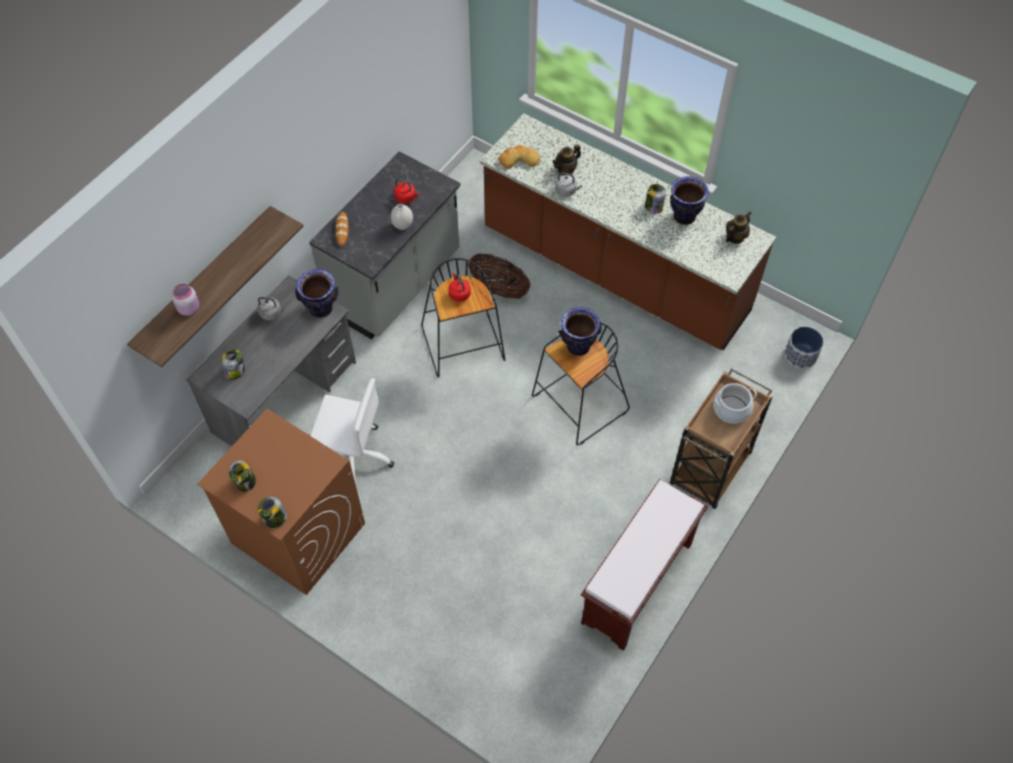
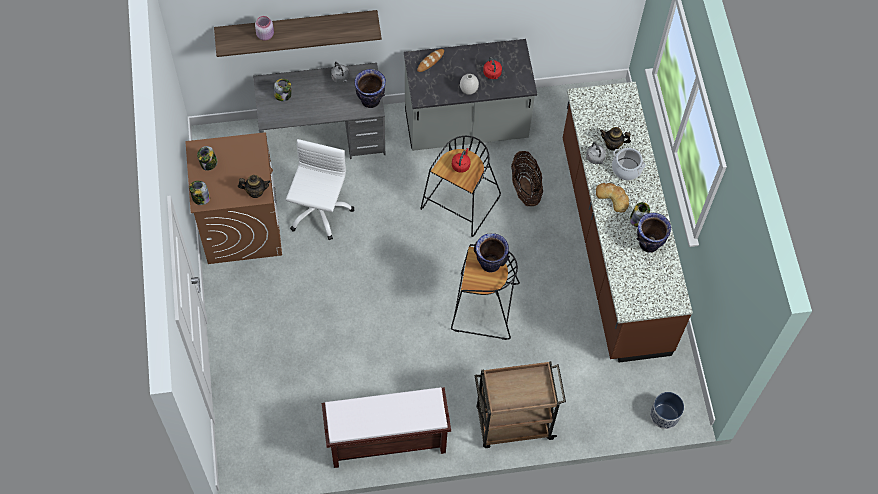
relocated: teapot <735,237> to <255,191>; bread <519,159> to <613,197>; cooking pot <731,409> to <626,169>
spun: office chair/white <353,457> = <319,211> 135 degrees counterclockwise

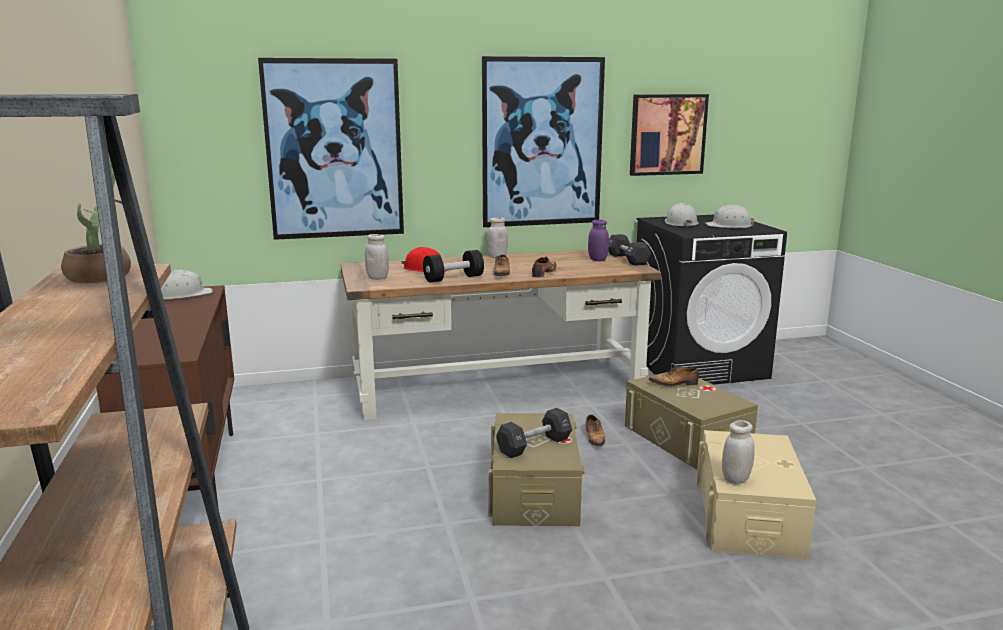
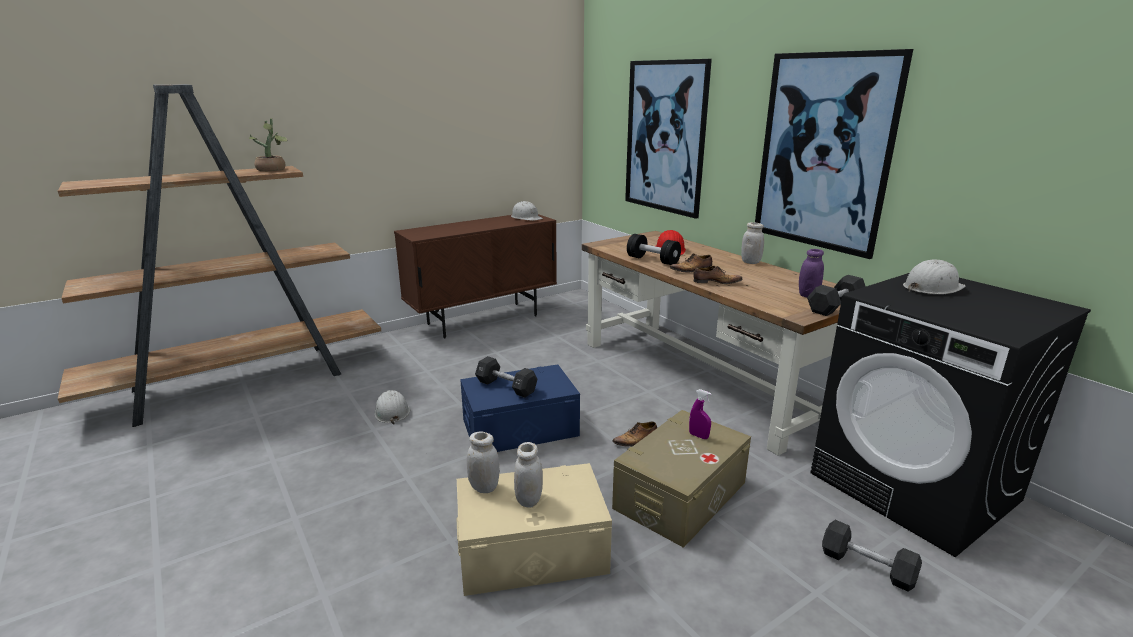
missing: picture <667,134>
appeared: dumbbell/black <867,566>
relocated: hard hat/white <729,226> to <391,412>; jar/white <377,278> to <529,500>
exchanged: shoe <674,384> to spray bottle/purple <698,436>
colour: storage box/beige <534,491> to storage box/blue <520,428>

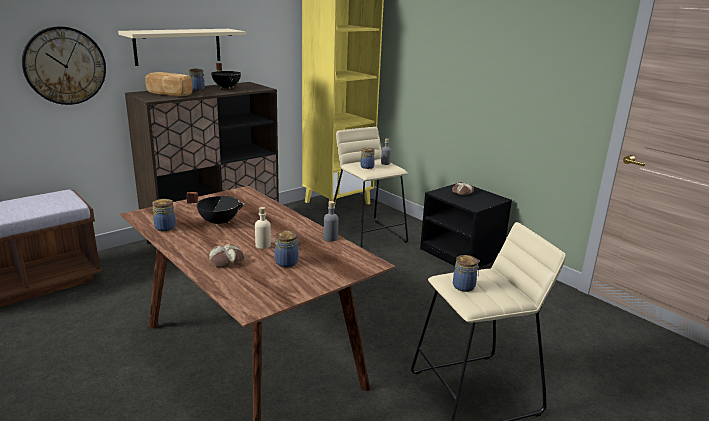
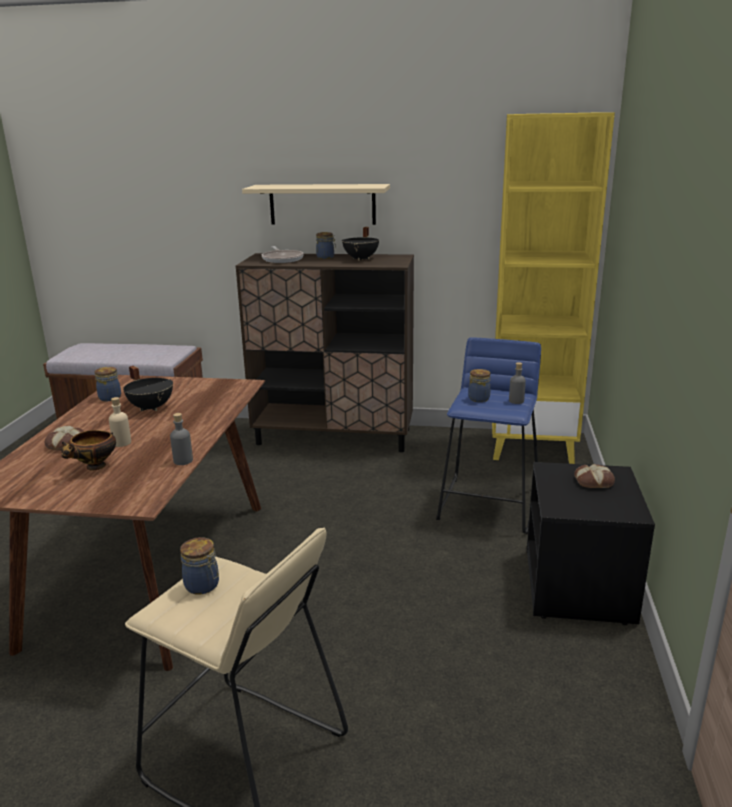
missing: wall clock <65,66>
exchanged: jar <287,262> to bowl <94,467>; bread <169,94> to frying pan <282,259>
colour: stool/beige <368,236> to stool/blue <489,504>

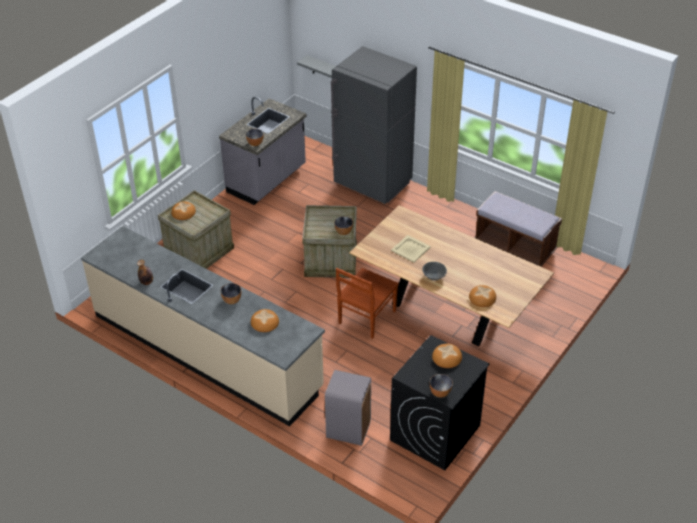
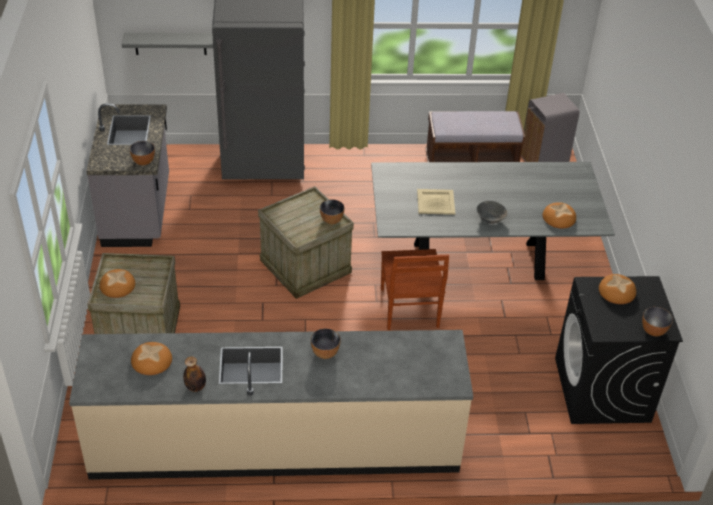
relocated: bread <265,322> to <152,360>; trash can/grey <348,430> to <544,161>
colour: dining table/brown <446,312> to dining table/grey <479,261>

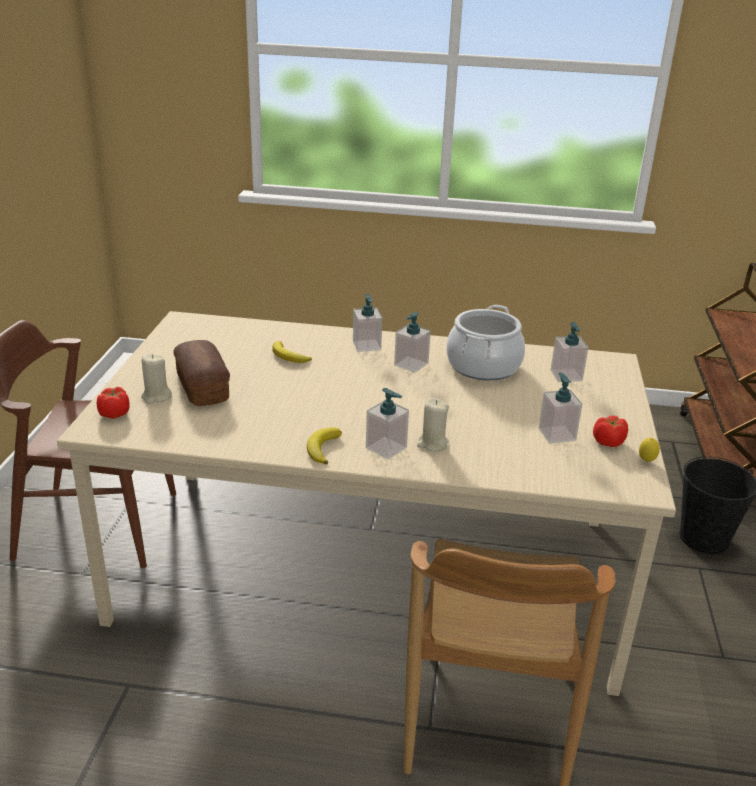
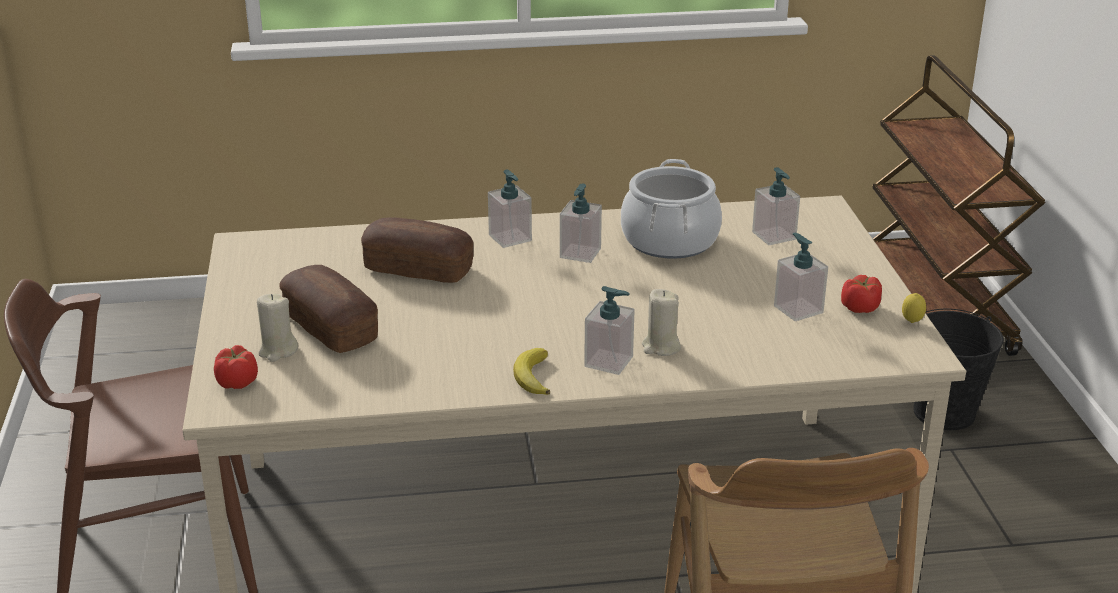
exchanged: banana <289,356> to bread <418,269>

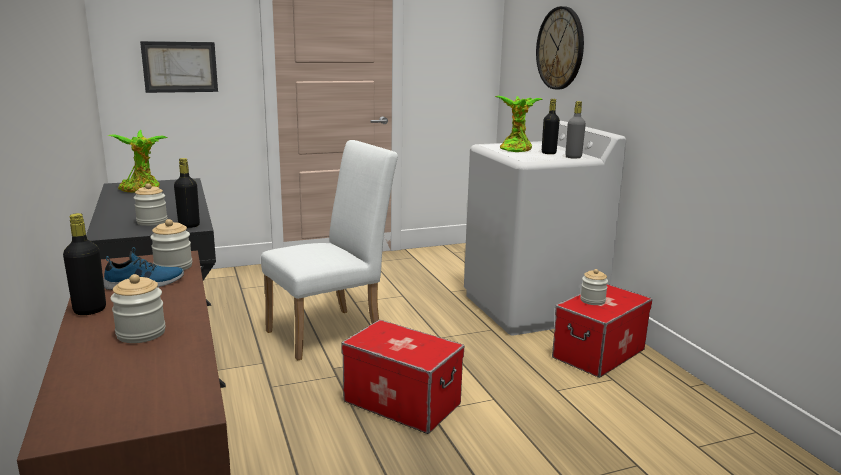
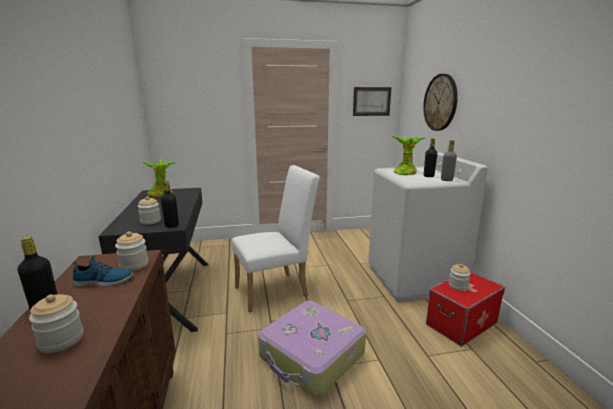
relocated: picture <180,67> to <371,101>
exchanged: storage box <402,402> to suitcase <312,356>

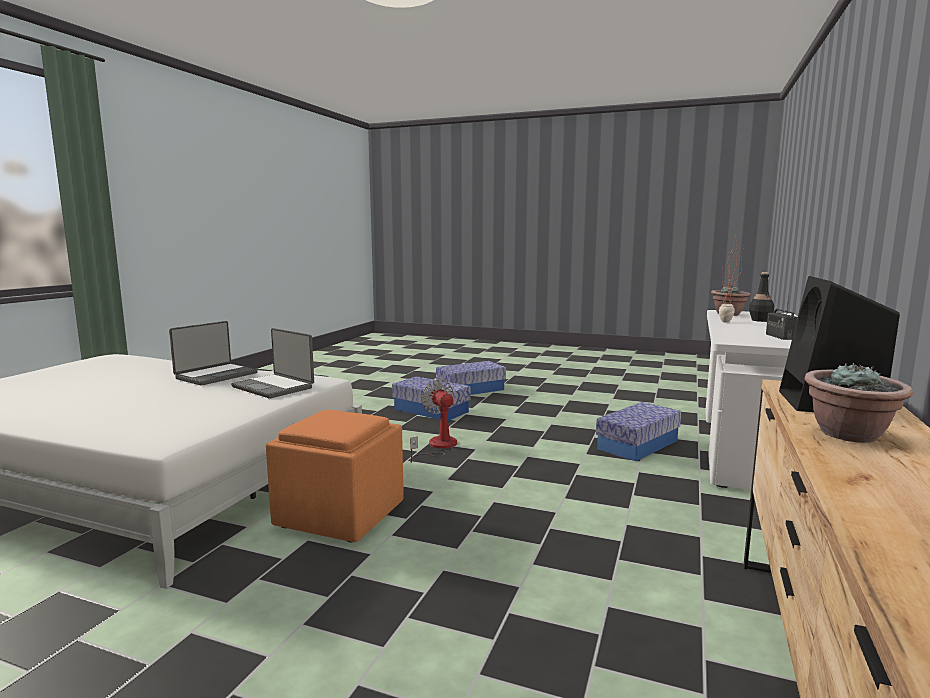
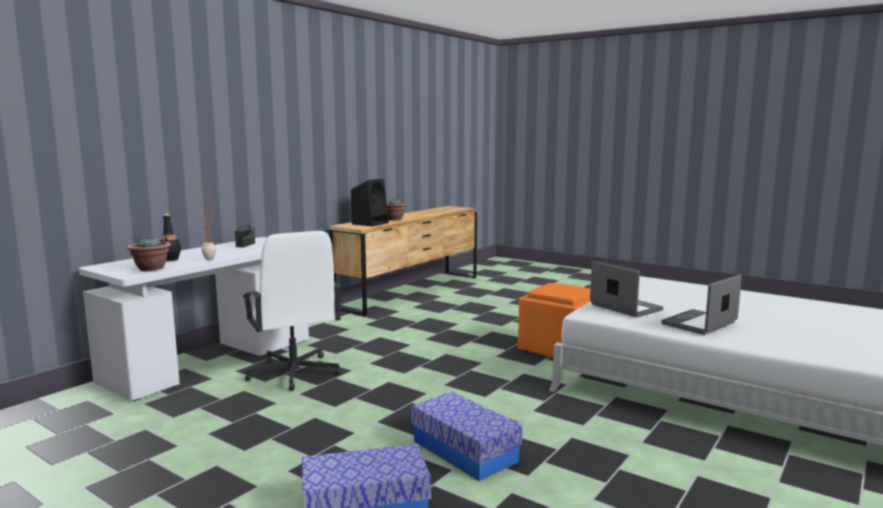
missing: fan <438,447>
exchanged: storage box <637,445> to office chair/white <293,373>

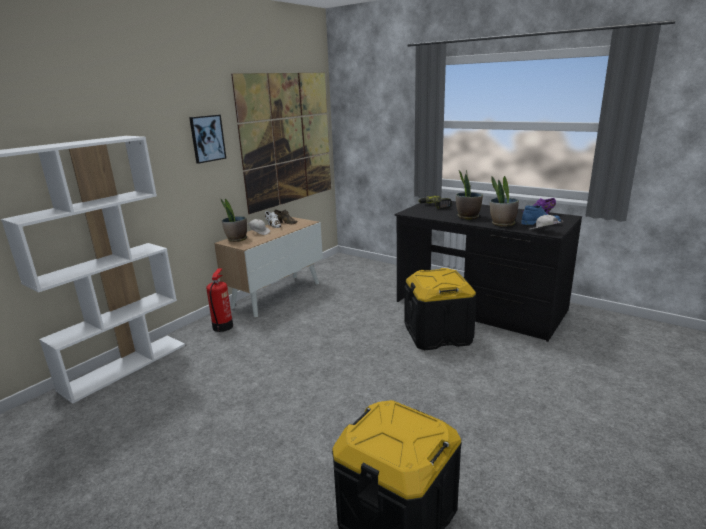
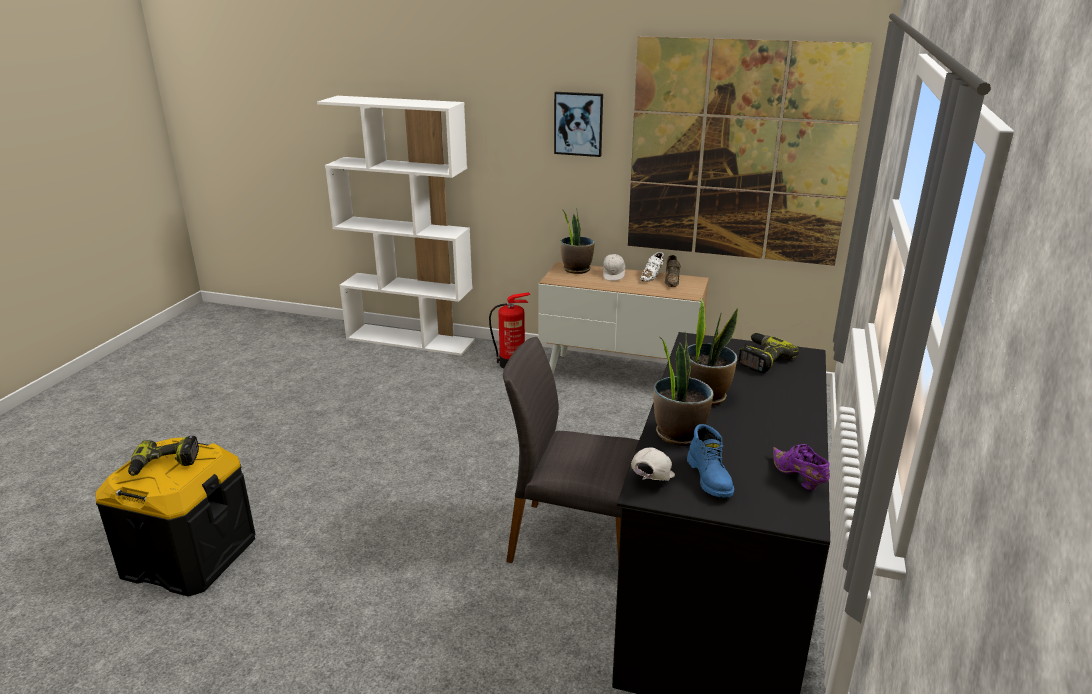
appeared: power drill <164,464>
exchanged: storage box/black <437,334> to chair/grey <574,540>

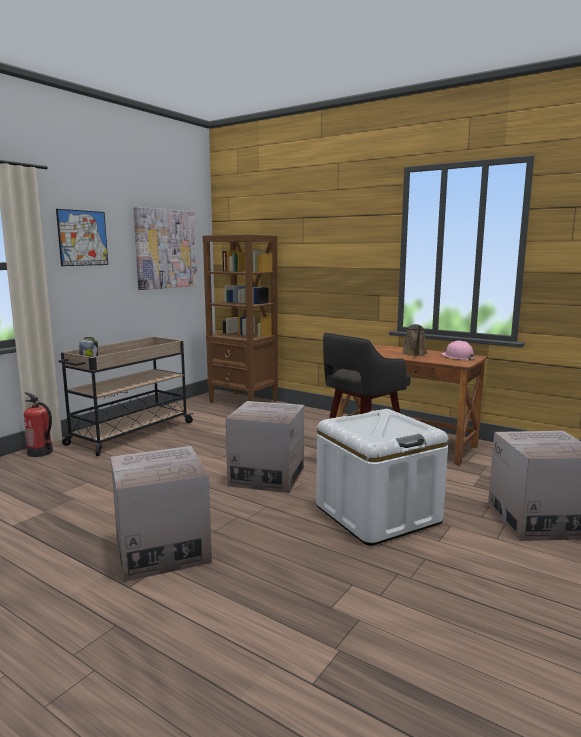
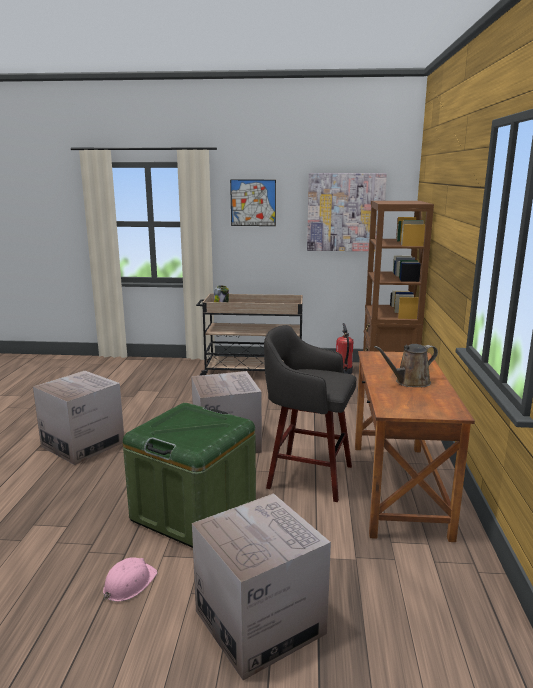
relocated: hard hat/pink <458,357> to <129,583>; fire extinguisher <40,452> to <343,372>
colour: storage box/white <377,514> to storage box/green <194,511>

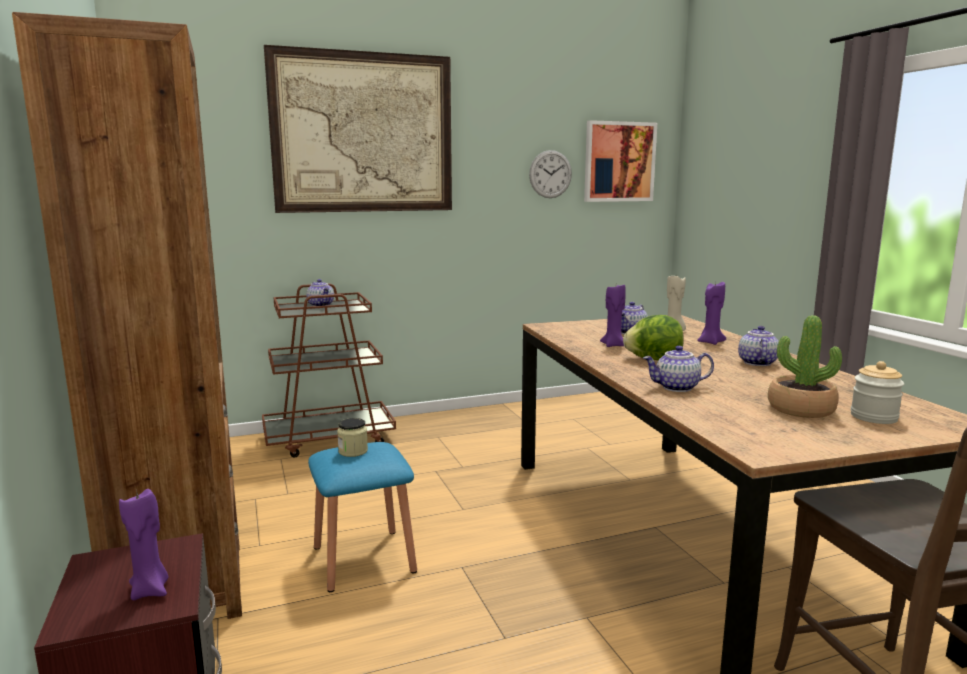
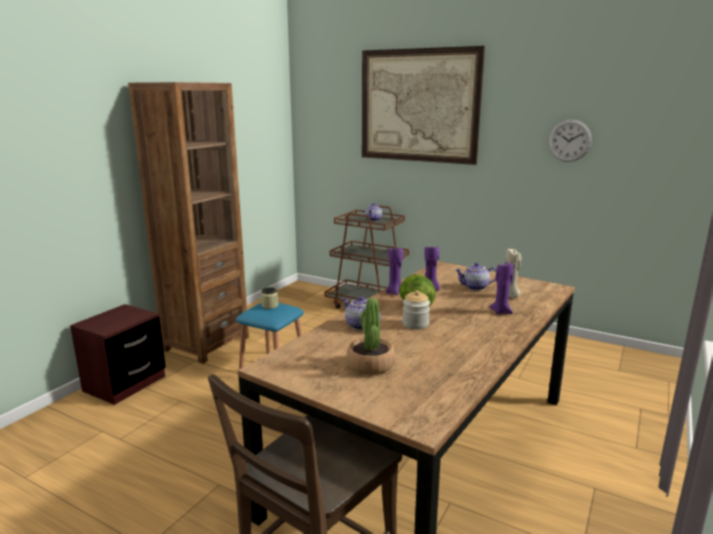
missing: picture <619,162>; teapot <756,363>
relocated: candle/purple <151,590> to <395,292>; jar <873,417> to <415,324>

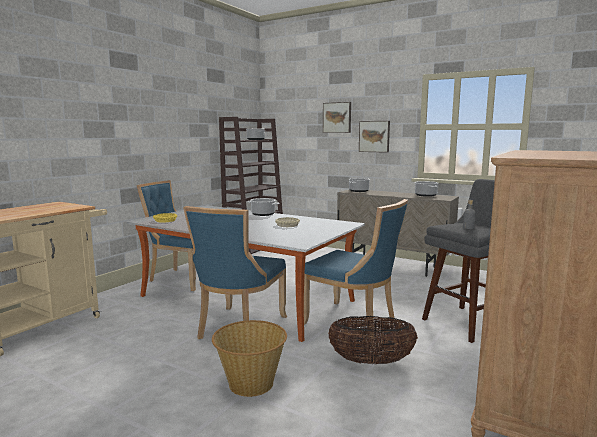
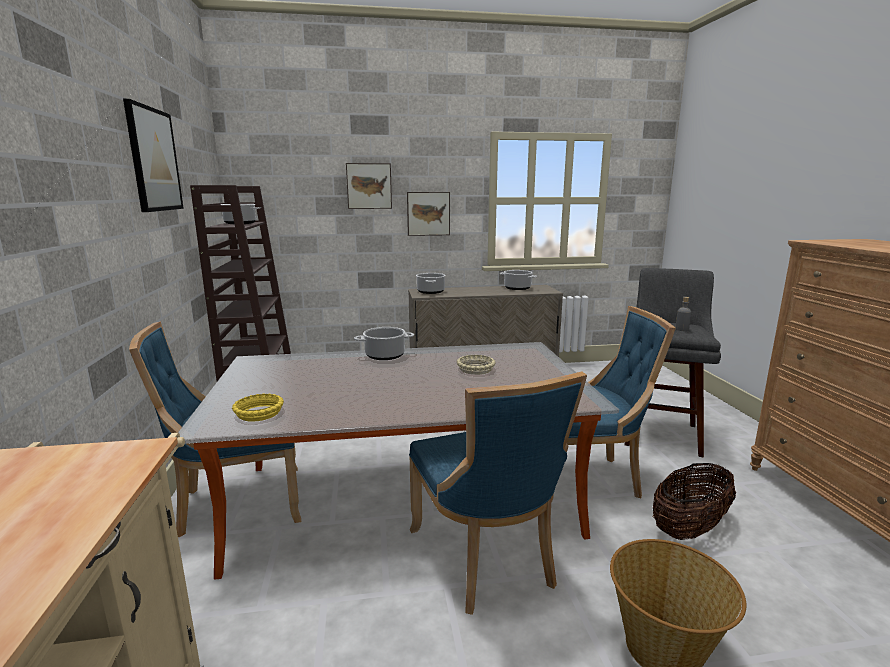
appeared: picture <154,160>

